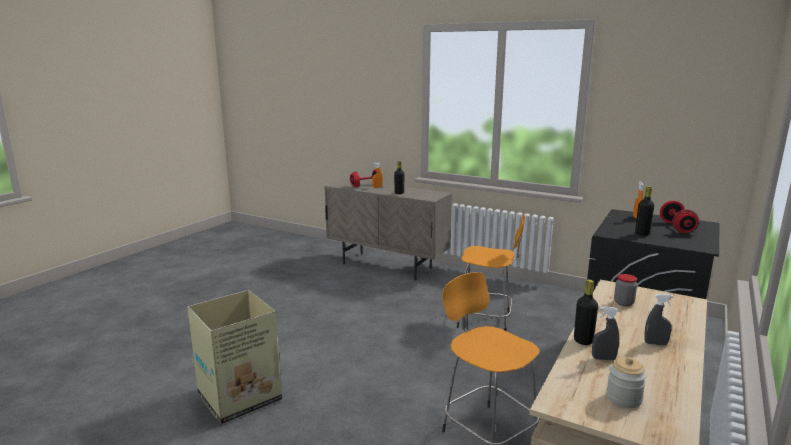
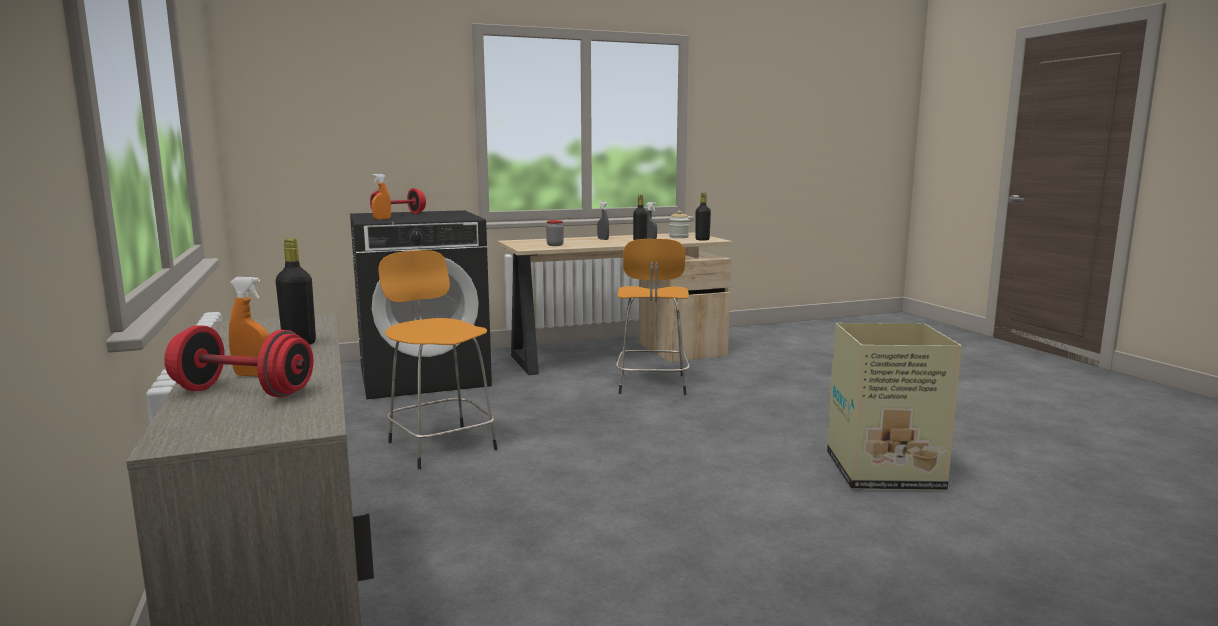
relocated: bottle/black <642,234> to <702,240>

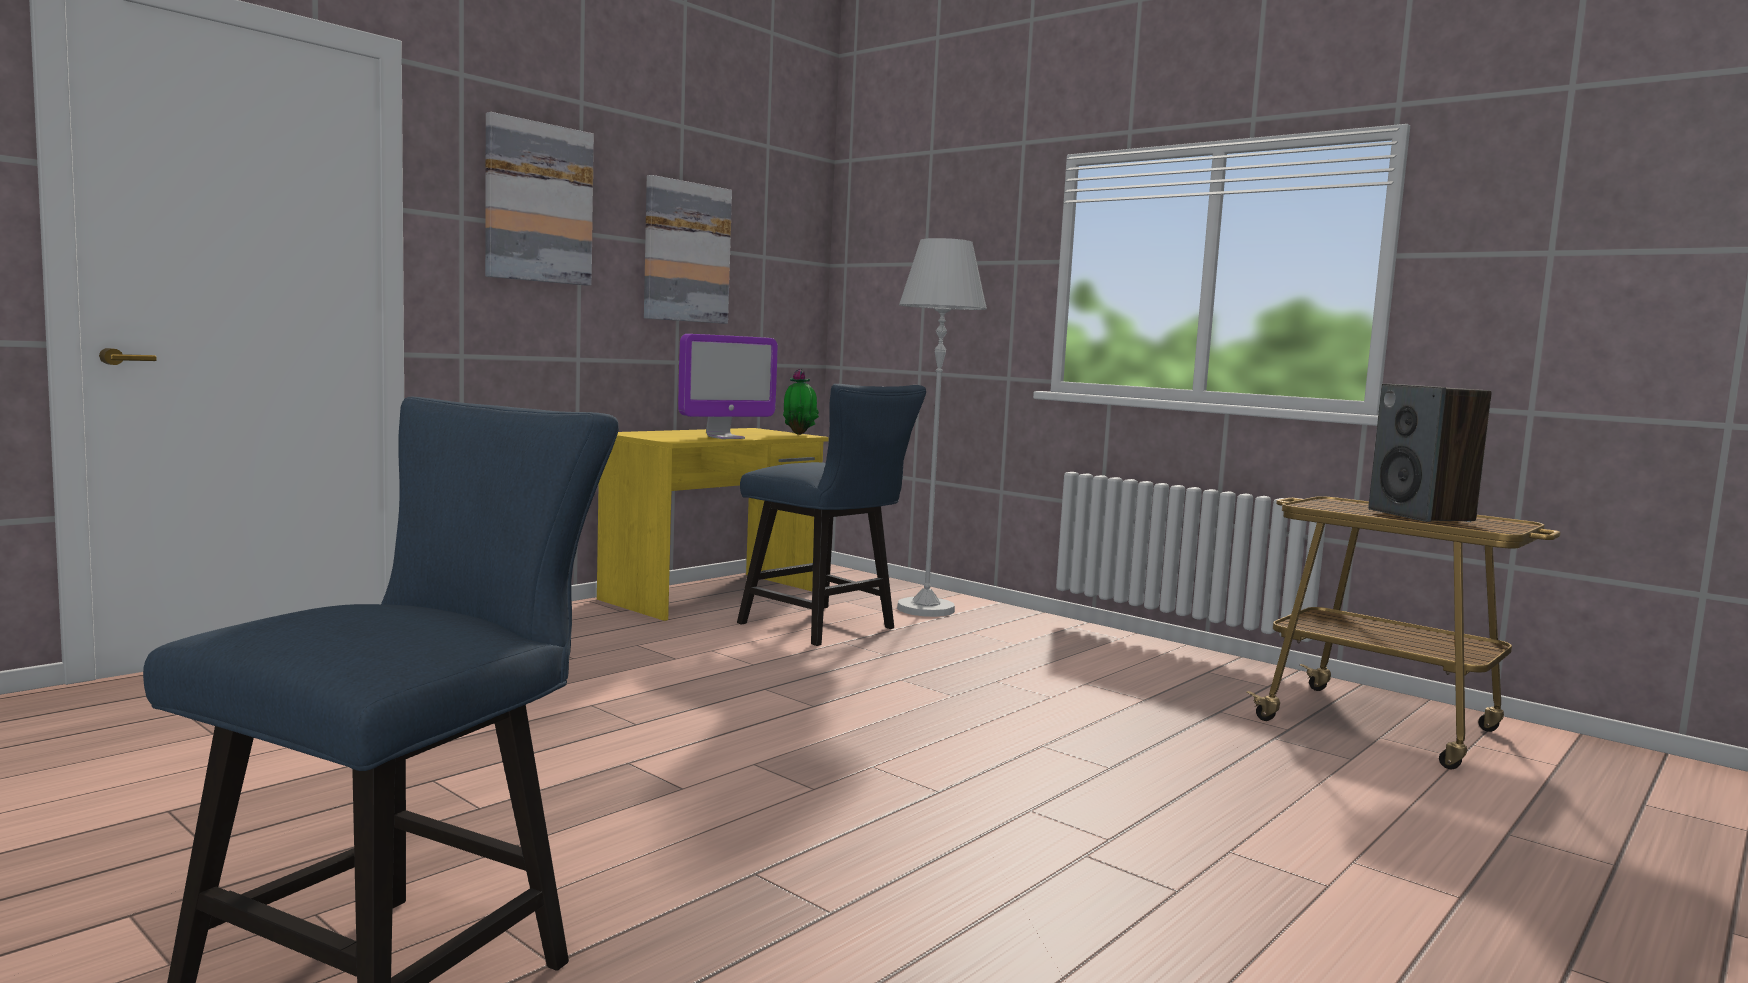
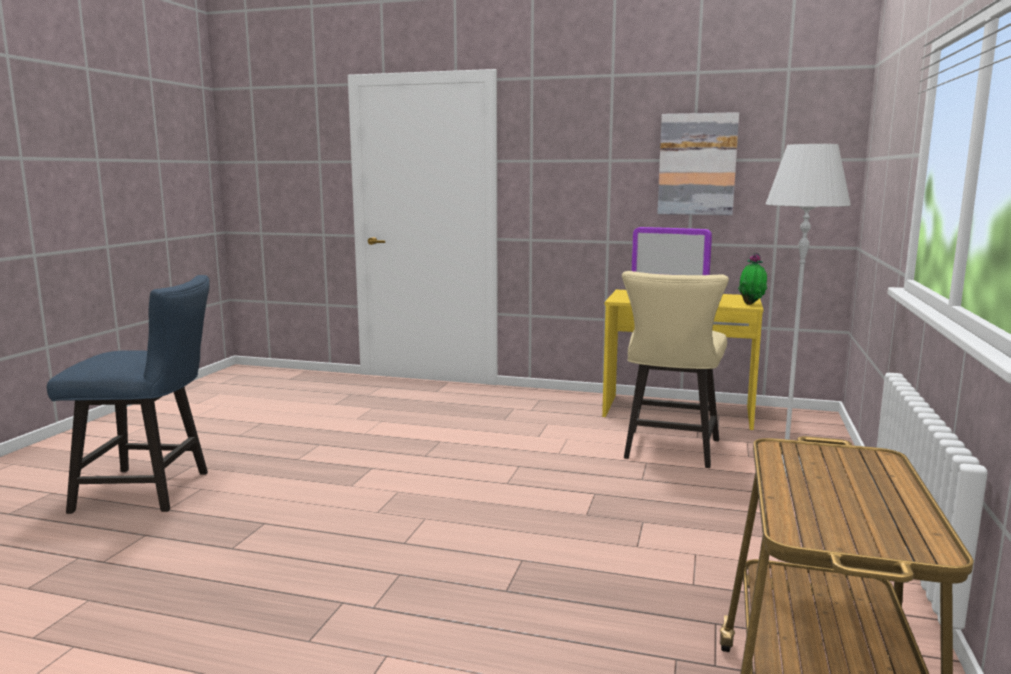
missing: picture <538,203>; speaker <1421,515>
colour: chair/blue <826,628> to chair/beige <669,451>

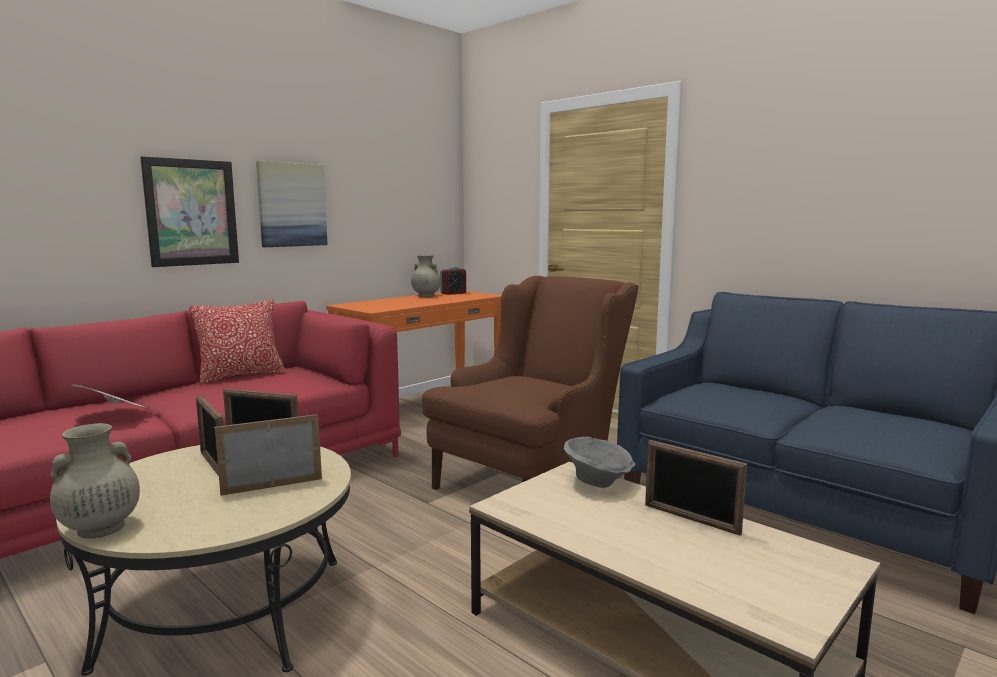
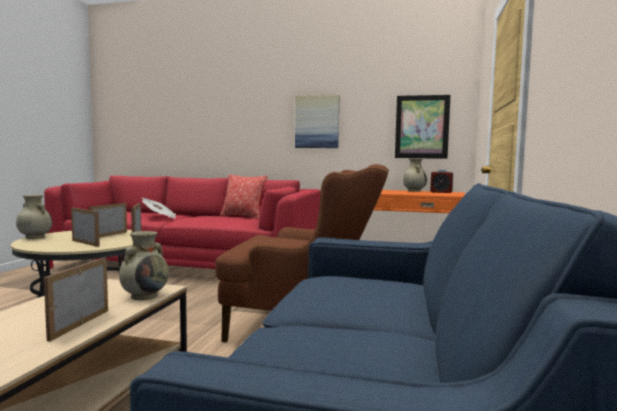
relocated: picture <192,212> to <422,127>
exchanged: bowl/grey <598,483> to vase/beige <145,296>

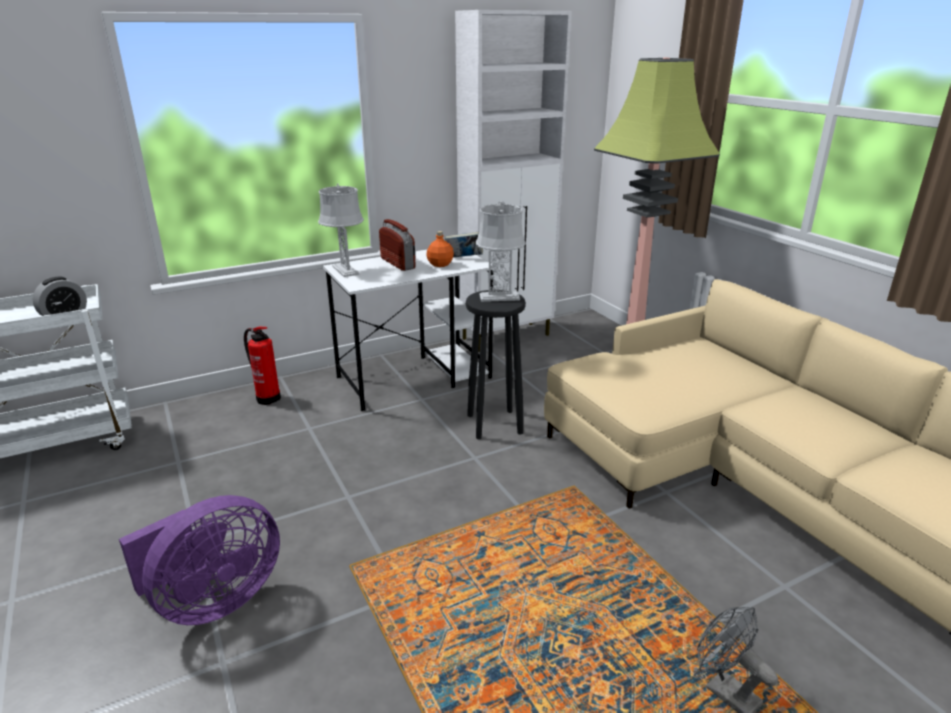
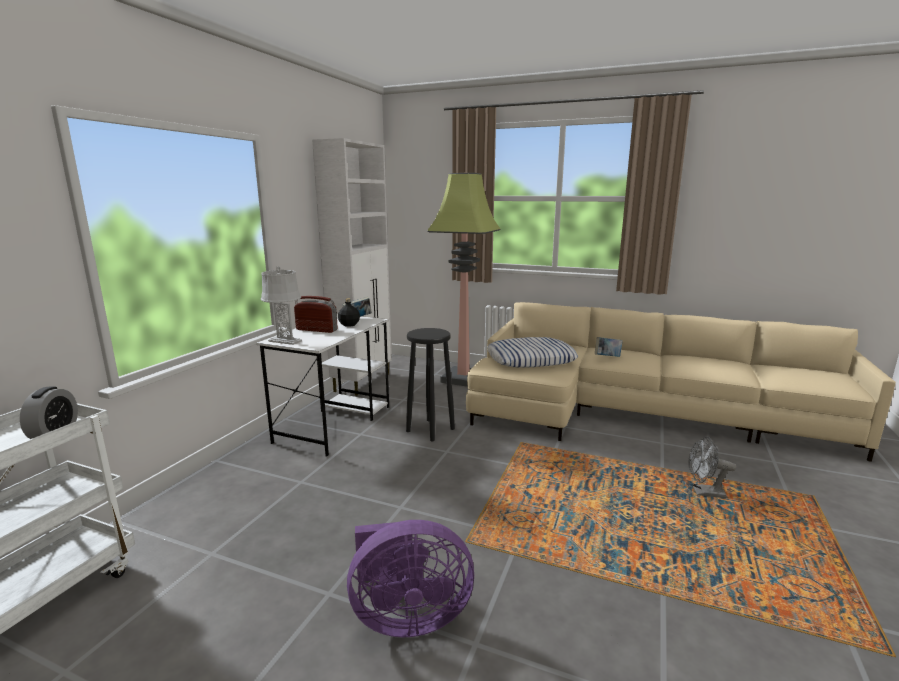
missing: fire extinguisher <267,397>; table lamp/grey <500,297>
appeared: pillow <531,359>; book <607,357>
colour: bottle/orange <440,264> to bottle/black <349,325>
spun: fan/purple <213,601> = <407,617> 75 degrees clockwise

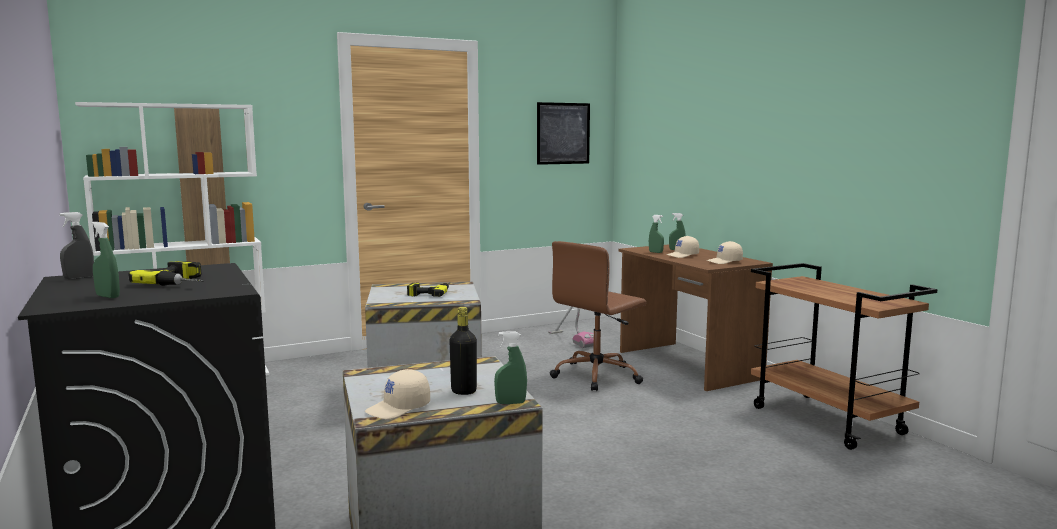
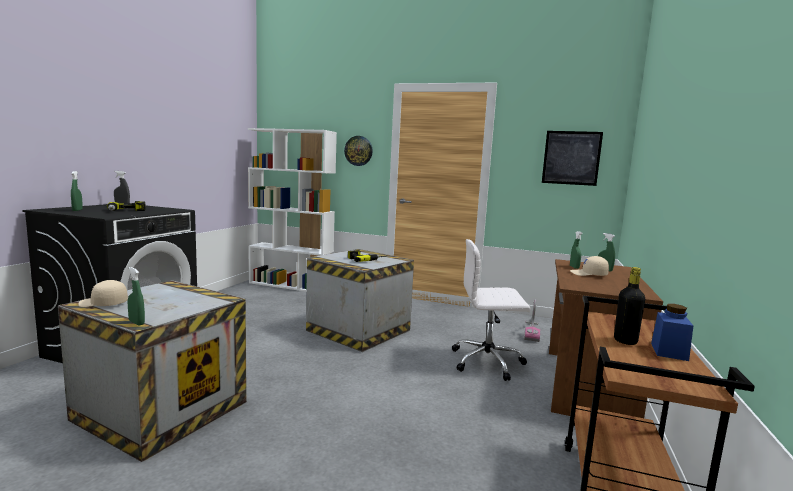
missing: cap/beige <724,261>
appeared: wall clock <358,151>; jar/blue <669,352>
relocated: bottle/black <463,391> to <625,341>
colour: office chair/brown <597,376> to office chair/white <488,362>

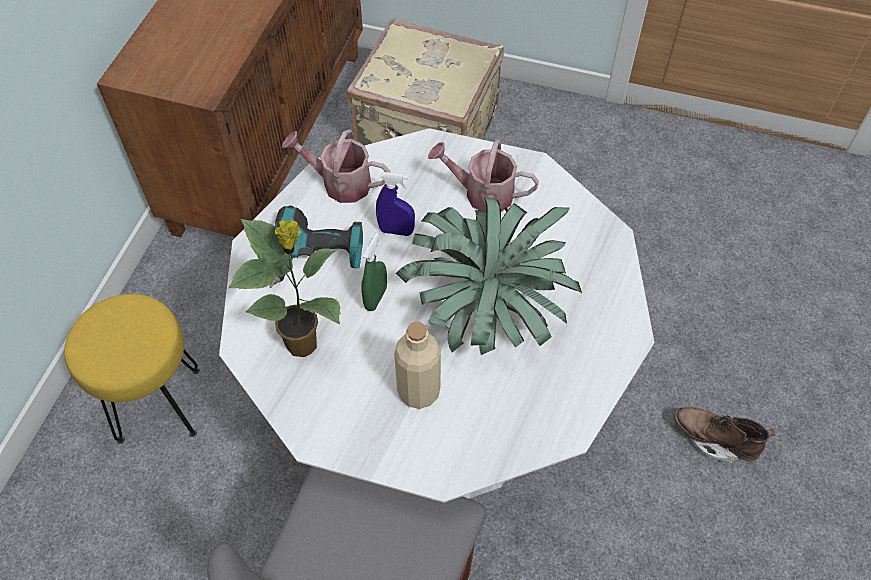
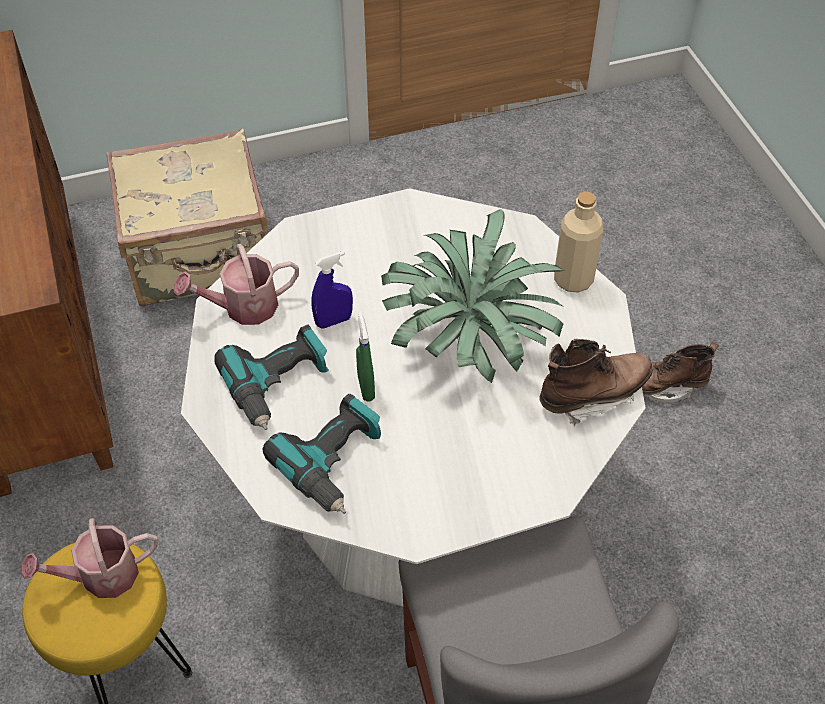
appeared: boot/brown <593,395>
relocated: watering can <482,193> to <101,576>; bottle/beige <418,391> to <573,279>
exchanged: potted plant <304,343> to power drill <335,462>

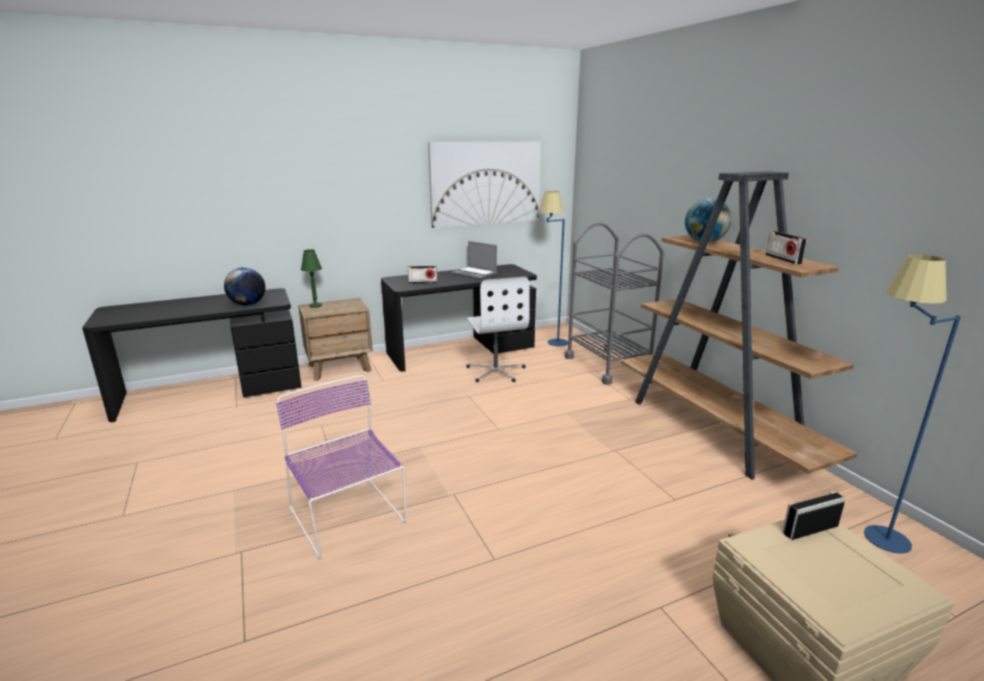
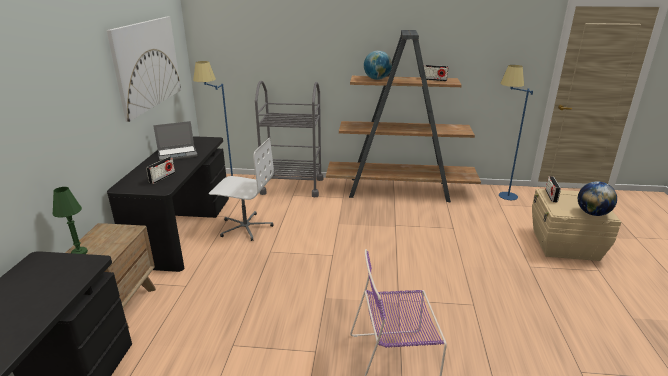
relocated: globe <247,304> to <592,213>

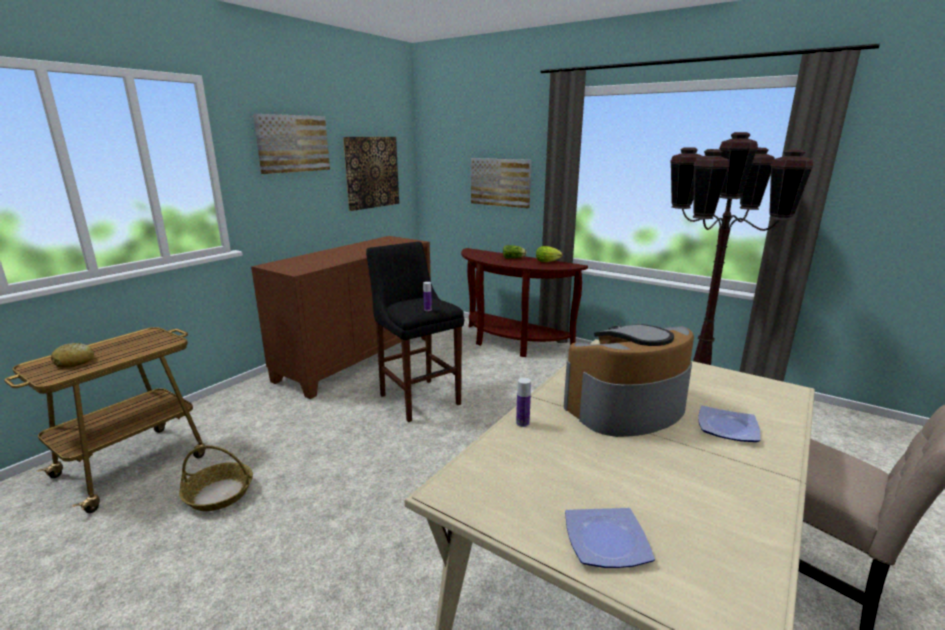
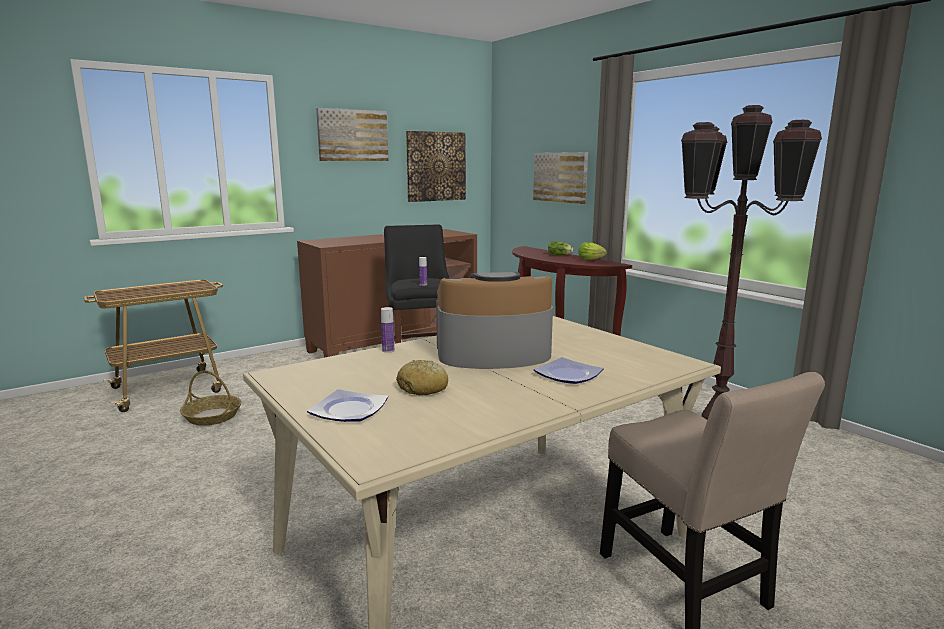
relocated: bread <75,362> to <423,388>

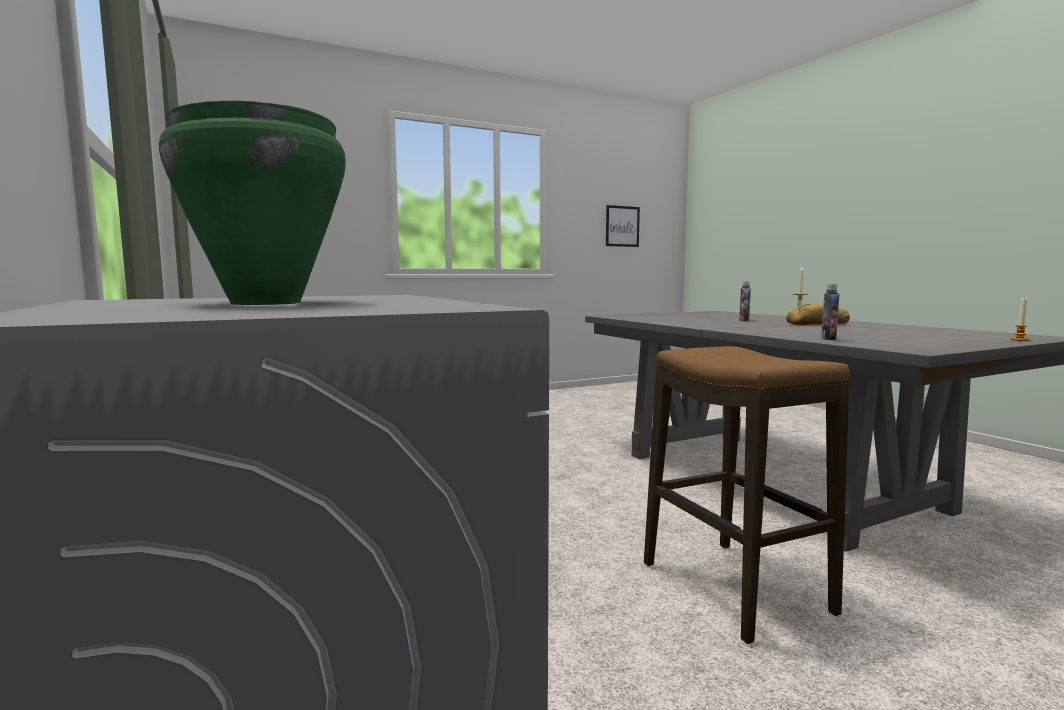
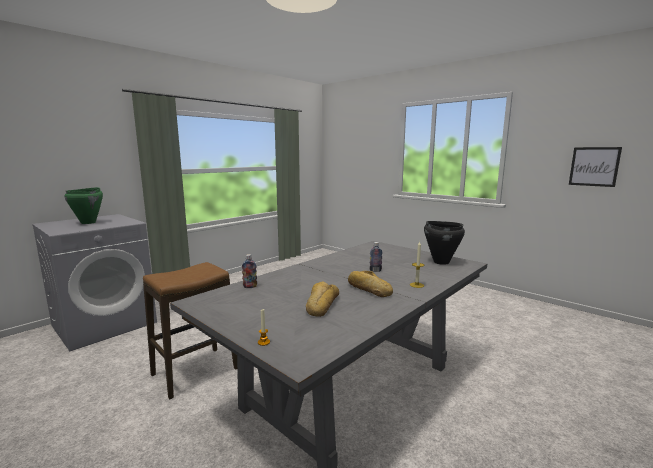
appeared: bread <321,304>; cooking pot/black <441,262>

